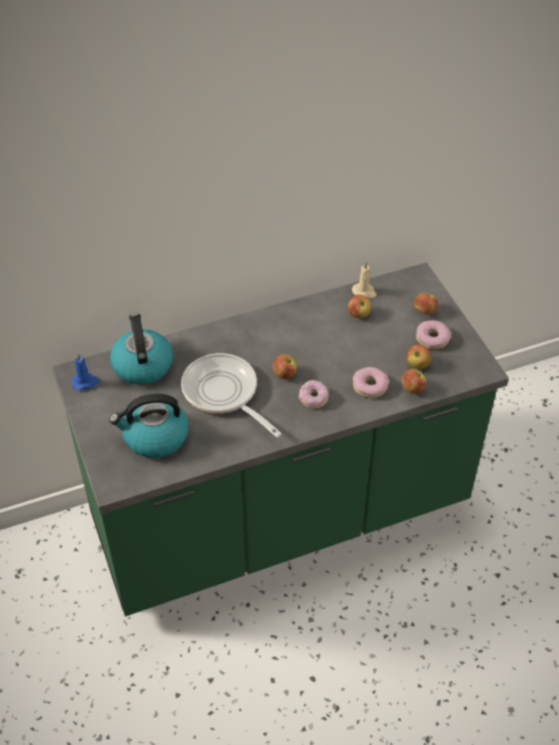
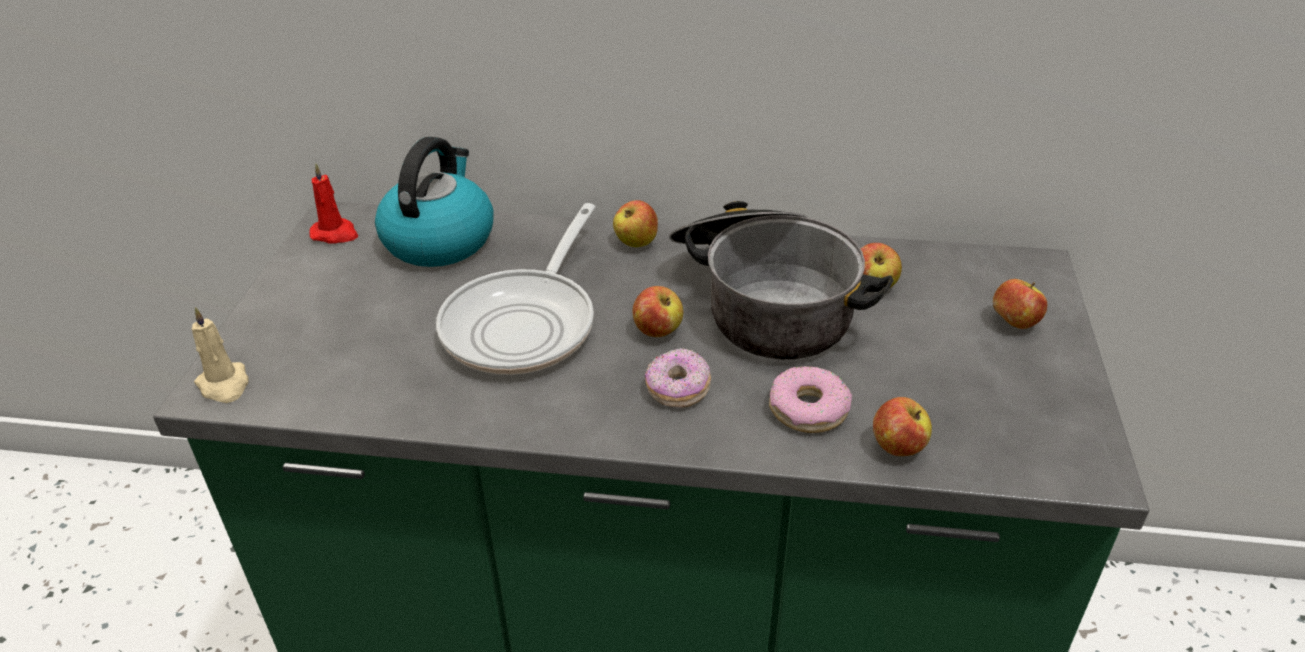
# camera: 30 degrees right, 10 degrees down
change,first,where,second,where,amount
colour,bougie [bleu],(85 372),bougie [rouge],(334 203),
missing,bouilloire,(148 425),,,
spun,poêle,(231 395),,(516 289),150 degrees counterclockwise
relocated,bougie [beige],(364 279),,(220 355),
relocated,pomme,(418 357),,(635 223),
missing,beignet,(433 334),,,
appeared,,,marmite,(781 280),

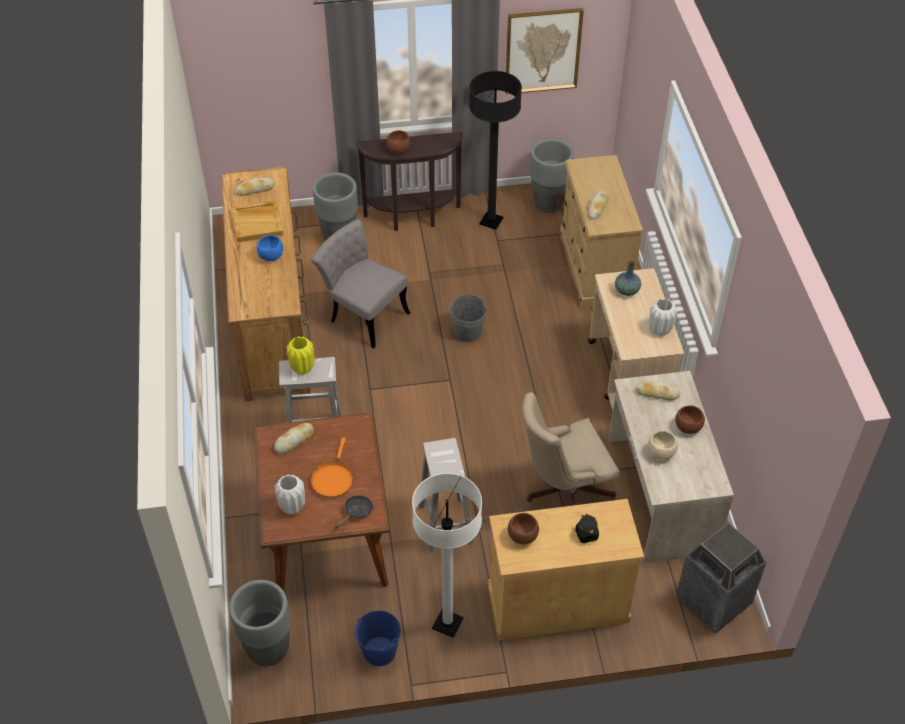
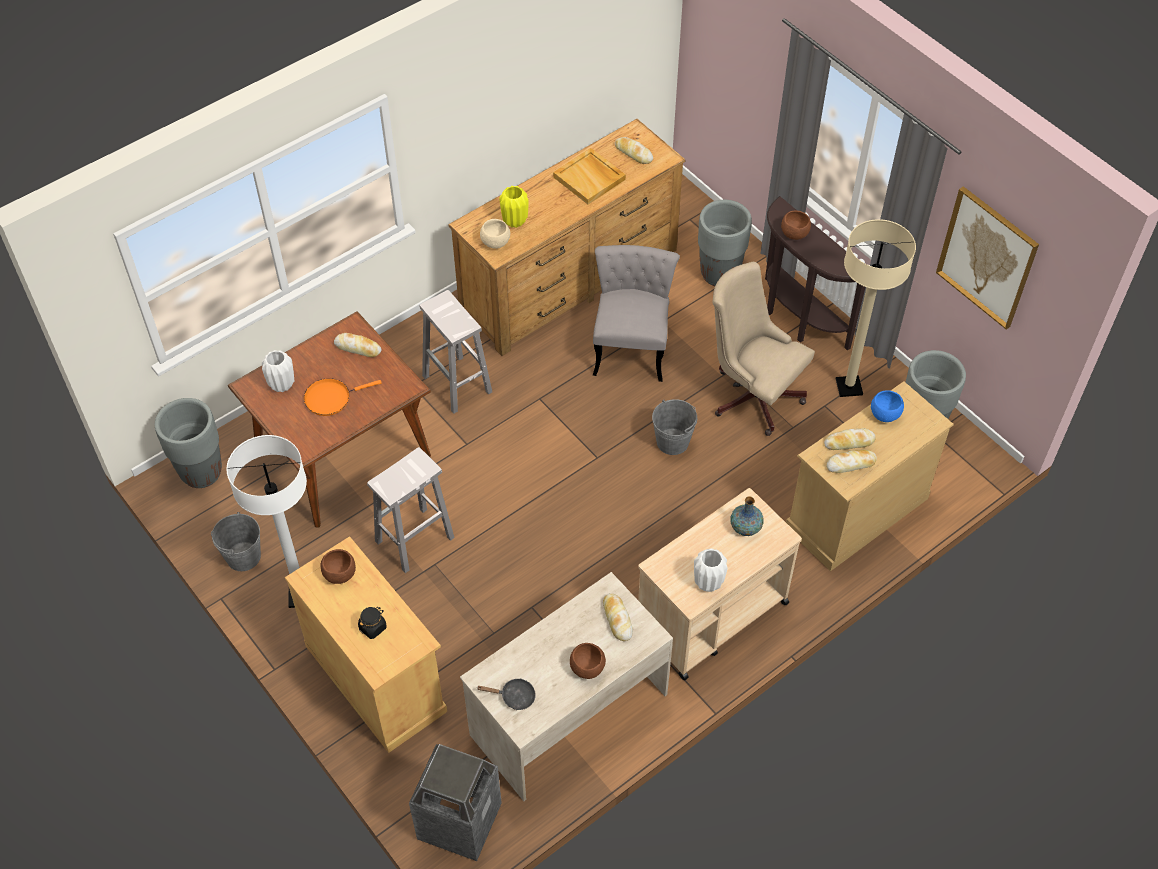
# camera: 60 degrees right, 5 degrees up
change,first,where,second,where,amount
relocated,bol [bleu],(270 248),,(887 406),
relocated,vase [jaune],(300 355),,(514 207),
relocated,poêle [noir],(354 511),,(506 694),
colour,seau [bleu],(378 638),seau [gris],(236 541),
colour,lampadaire [noir],(495 150),lampadaire [beige],(876 308),
relocated,chaise de bureau [beige],(571 449),,(763 349),
relocated,bol [beige],(663 445),,(495 234),
appeared,,,pain,(851 461),

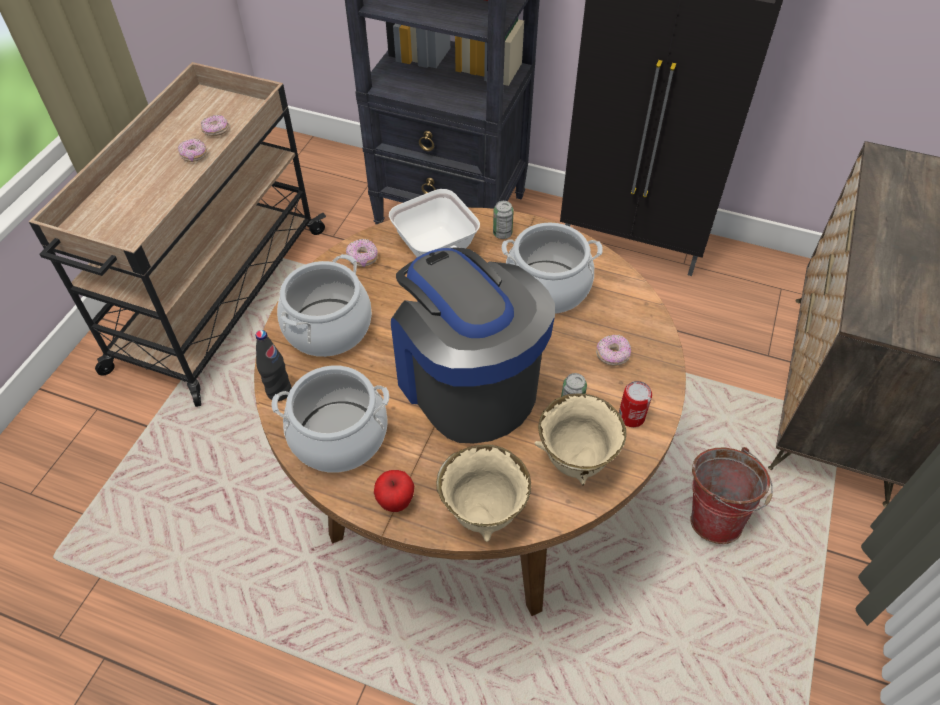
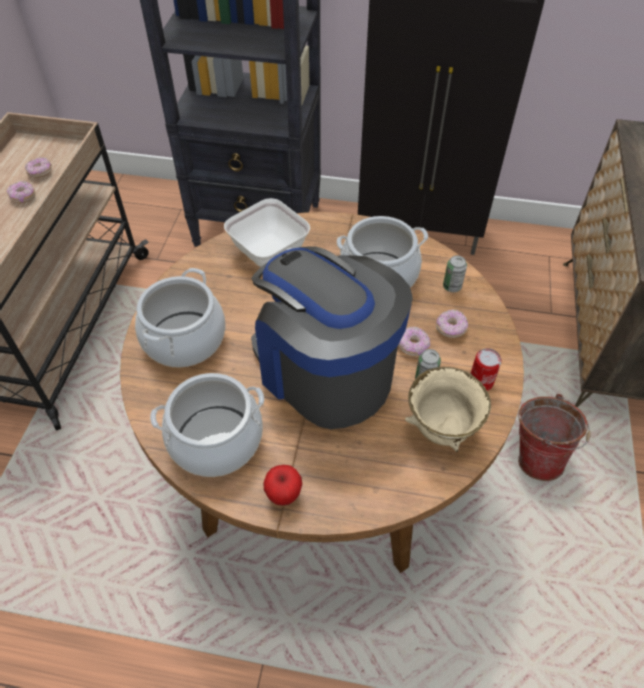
# camera: 10 degrees left, 0 degrees up
change,first,where,second,where,amount
missing,bouteille [noir],(274 365),,,
relocated,beignet,(362 253),,(414 341),
missing,bol [beige],(483 493),,,
relocated,boîte métallique,(503 220),,(455 274),

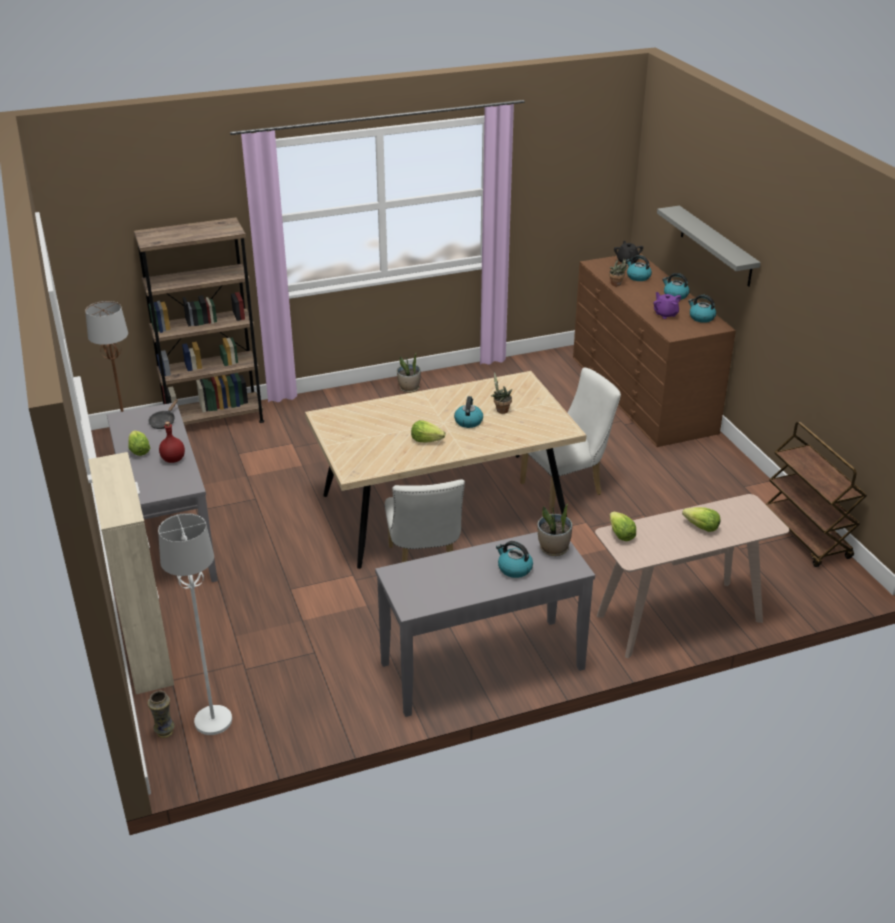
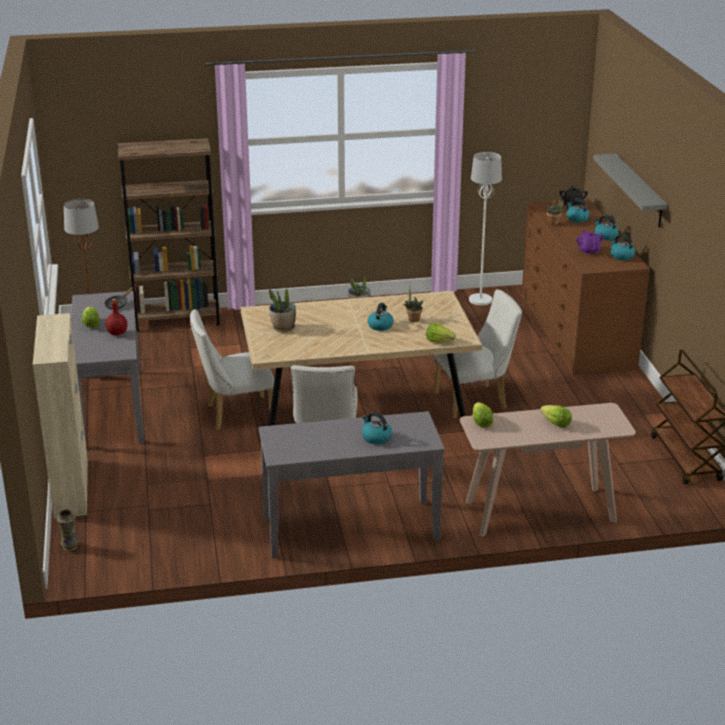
# camera: 10 degrees right, 5 degrees down
change,first,where,second,where,amount
relocated,lampadaire [blanc],(195 624),,(485 228),
relocated,laitue,(428 431),,(441 333),
relocated,plante en pot,(554 530),,(282 310),
appeared,,,chaise [blanc],(232 369),

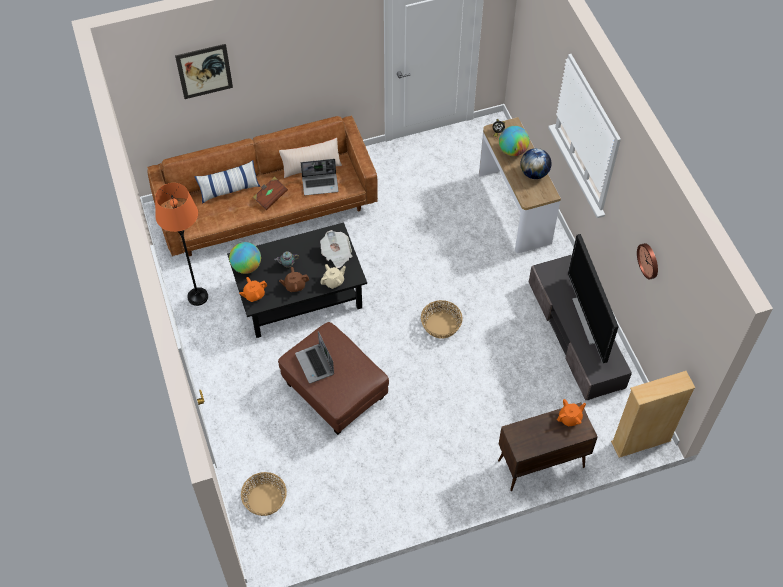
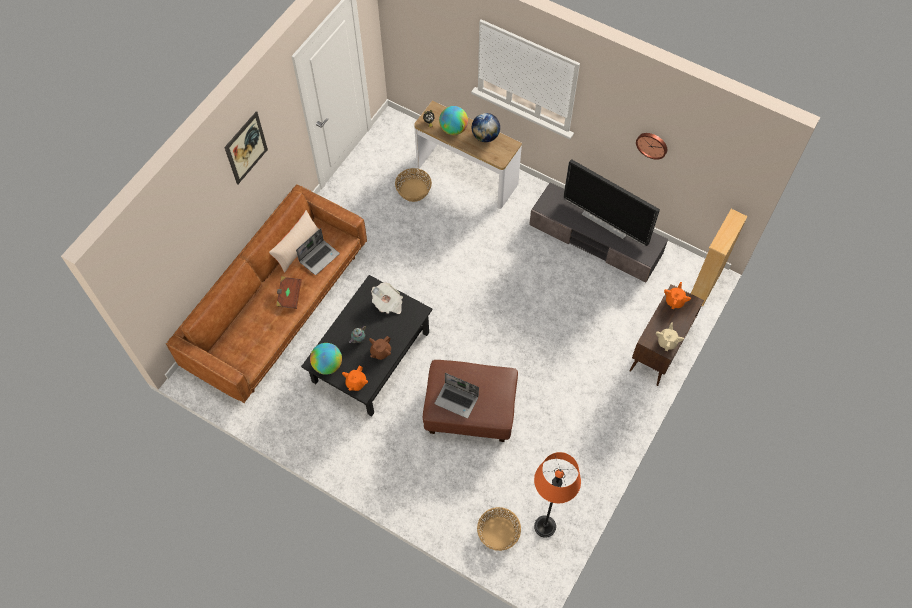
# camera: 40 degrees left, 5 degrees up
change,first,where,second,where,amount
relocated,lampadaire [orange],(181 244),,(557 495),
relocated,tableau,(204 71),,(246 148),
missing,coussin,(227 182),,,
relocated,théière [beige],(333 276),,(670 336),
relocated,panier,(442 319),,(413 185),

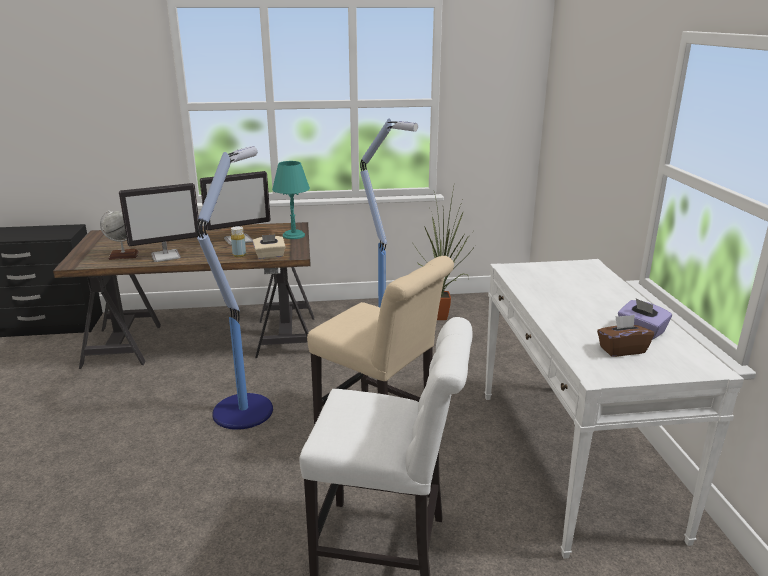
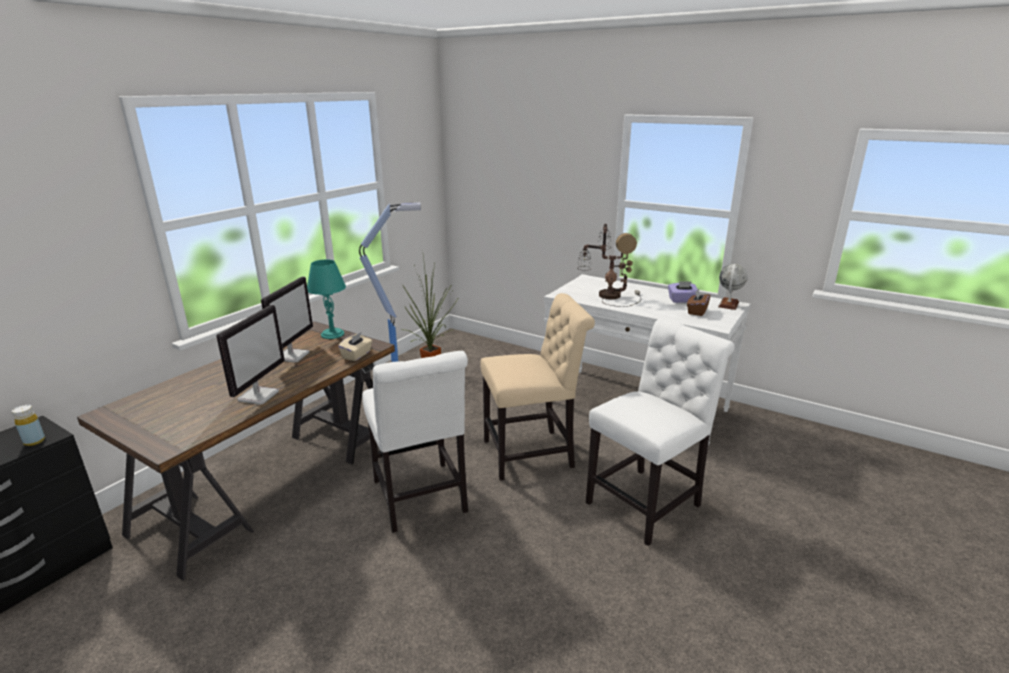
# camera: 50 degrees left, 0 degrees up
change,first,where,second,where,amount
relocated,globe,(119 235),,(733 287),
exchanged,lampadaire,(235 288),chaise [blanc],(415 442),
relocated,bouteille [jaune],(238 241),,(28 425),
appeared,,,lampe de table,(609 265),

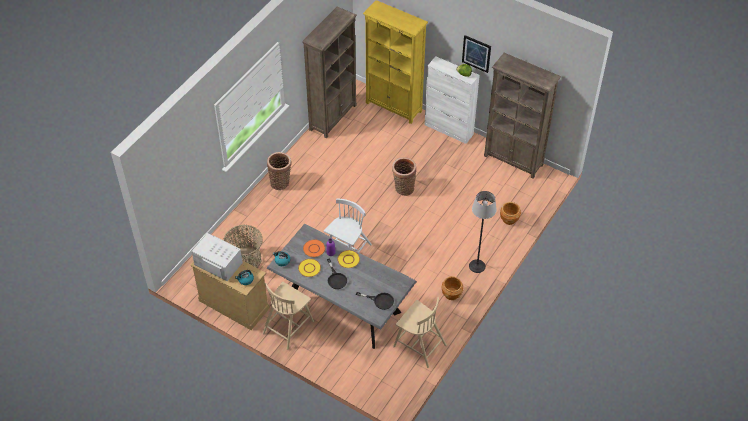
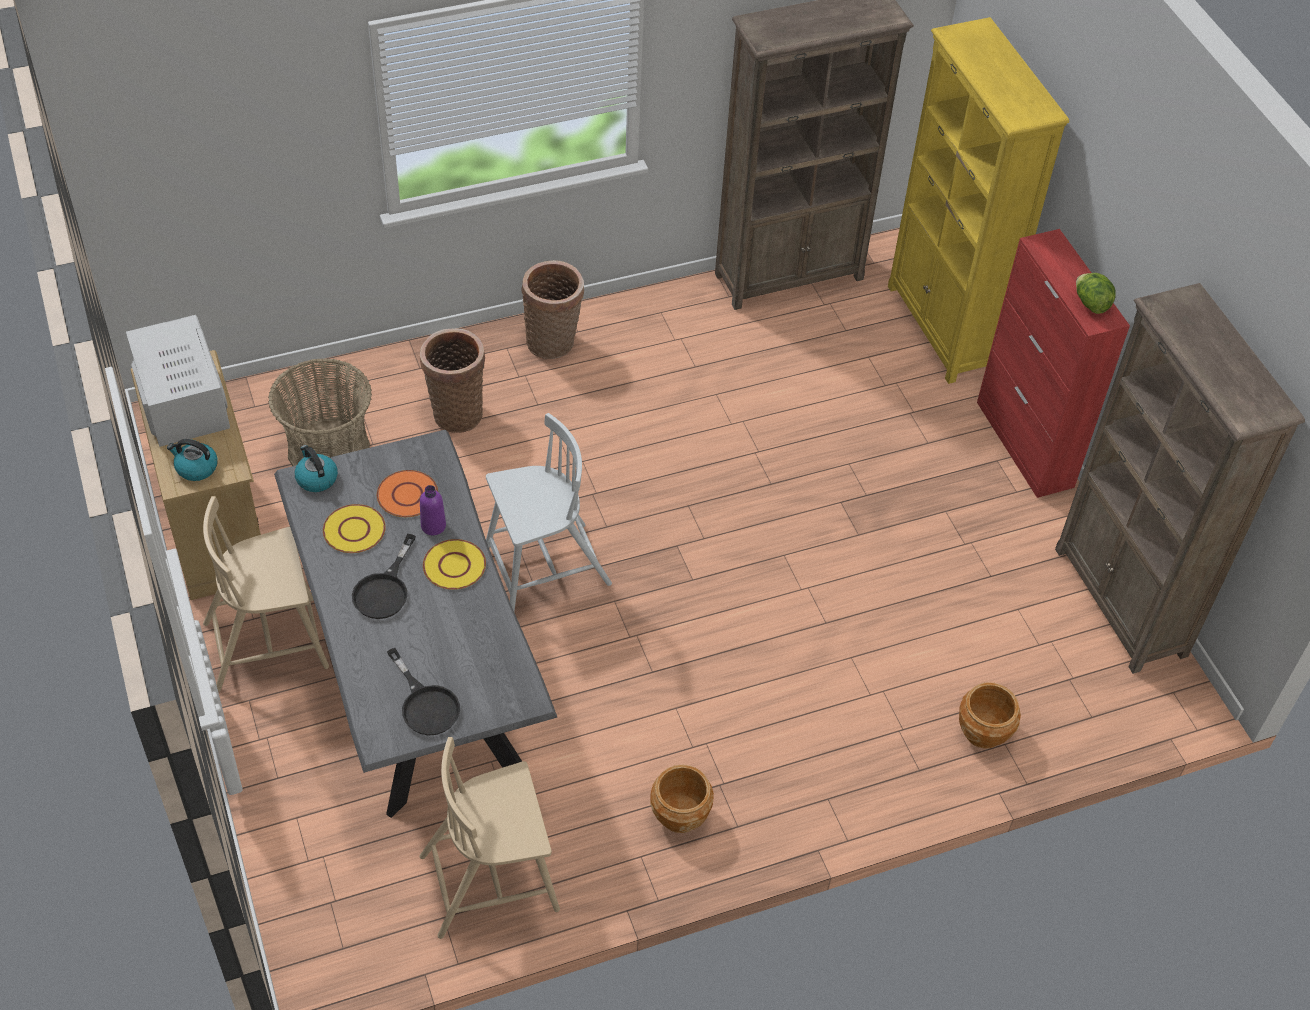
# camera: 35 degrees right, 0 degrees up
change,first,where,second,where,amount
relocated,panier,(404 176),,(452 380),
spun,chaise [beige],(420 332),,(490 838),90 degrees clockwise
colour,meuble de rangement [blanc],(452 100),meuble de rangement [rouge],(1053 363),
missing,tableau,(476 54),,,
missing,lampadaire,(483 232),,,

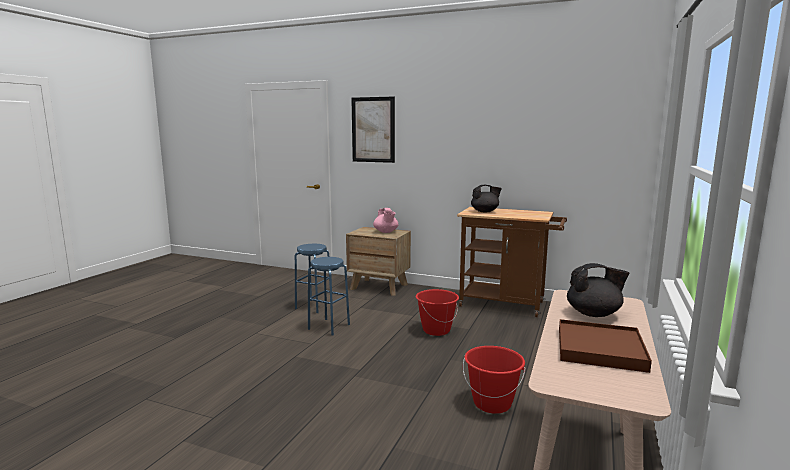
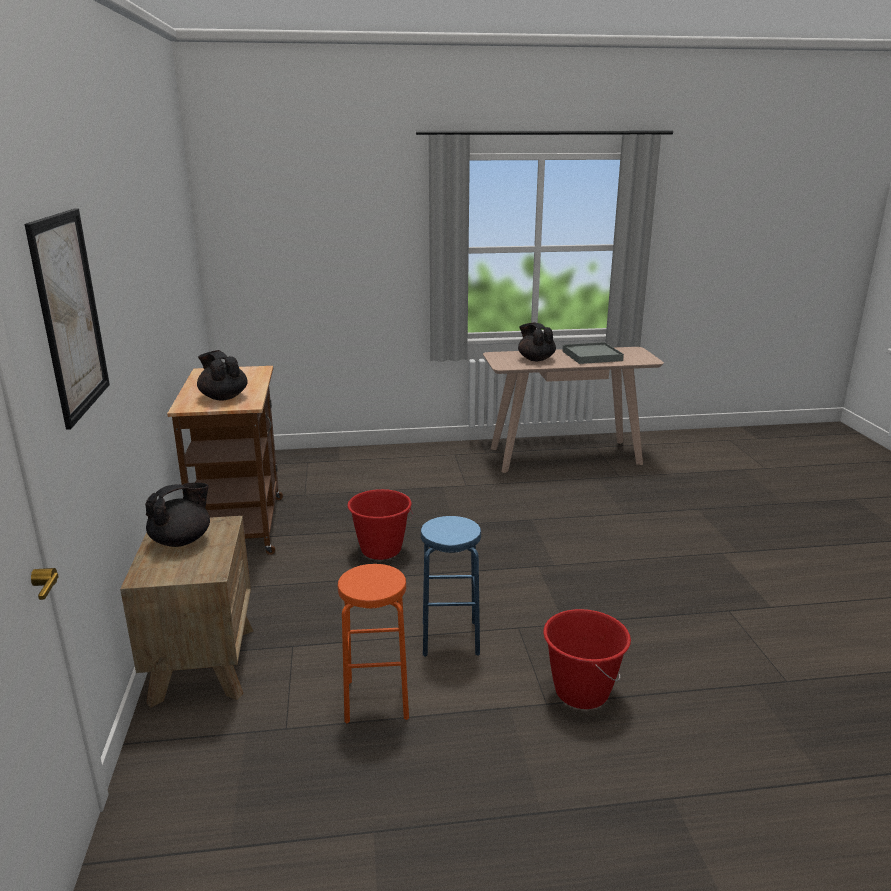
# camera: 120 degrees left, 10 degrees up
change,first,where,second,where,amount
colour,tabouret [bleu],(314 278),tabouret [orange],(373 643),
colour,théière [rose],(385 220),théière [noir],(177 514),
relocated,seau [rouge],(494 380),,(587 659),
colour,plateau [marron],(605 346),plateau [gris],(593 353),

